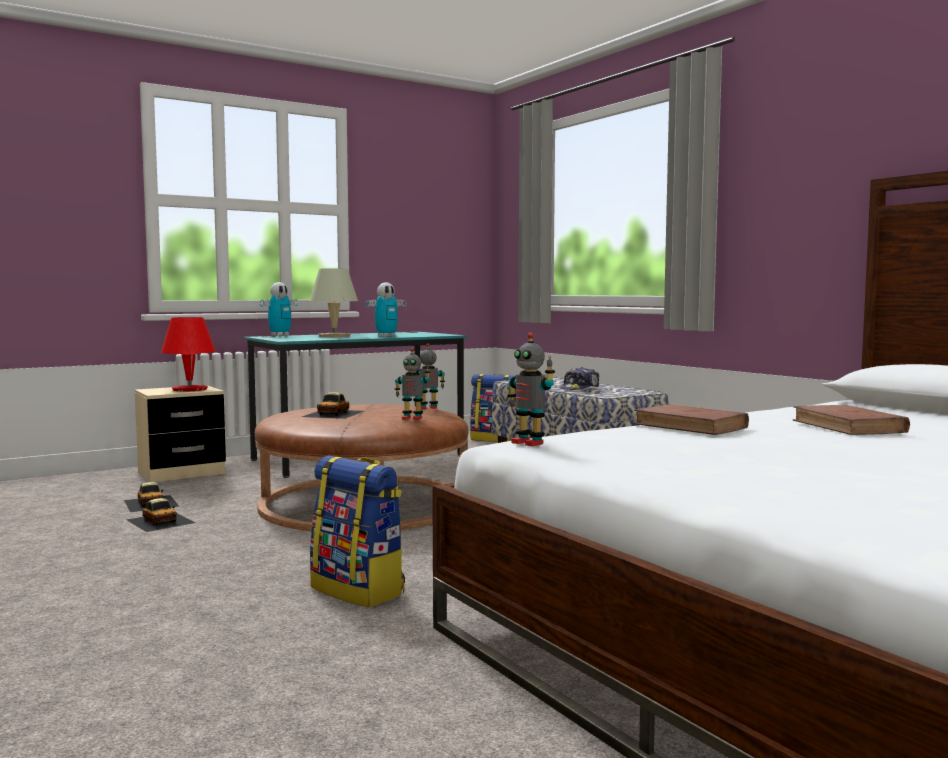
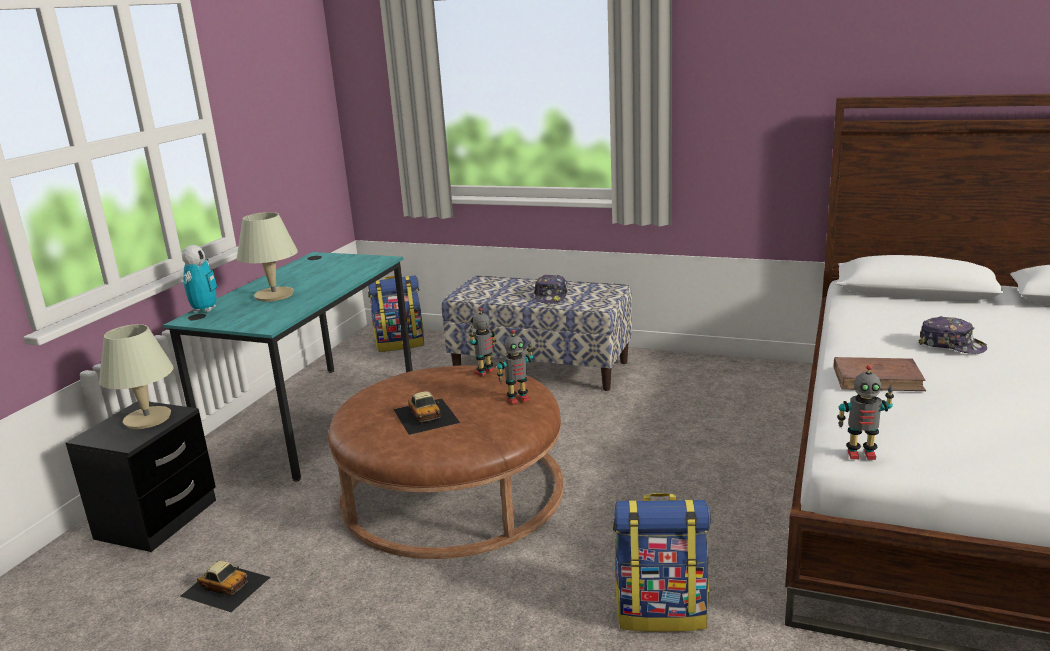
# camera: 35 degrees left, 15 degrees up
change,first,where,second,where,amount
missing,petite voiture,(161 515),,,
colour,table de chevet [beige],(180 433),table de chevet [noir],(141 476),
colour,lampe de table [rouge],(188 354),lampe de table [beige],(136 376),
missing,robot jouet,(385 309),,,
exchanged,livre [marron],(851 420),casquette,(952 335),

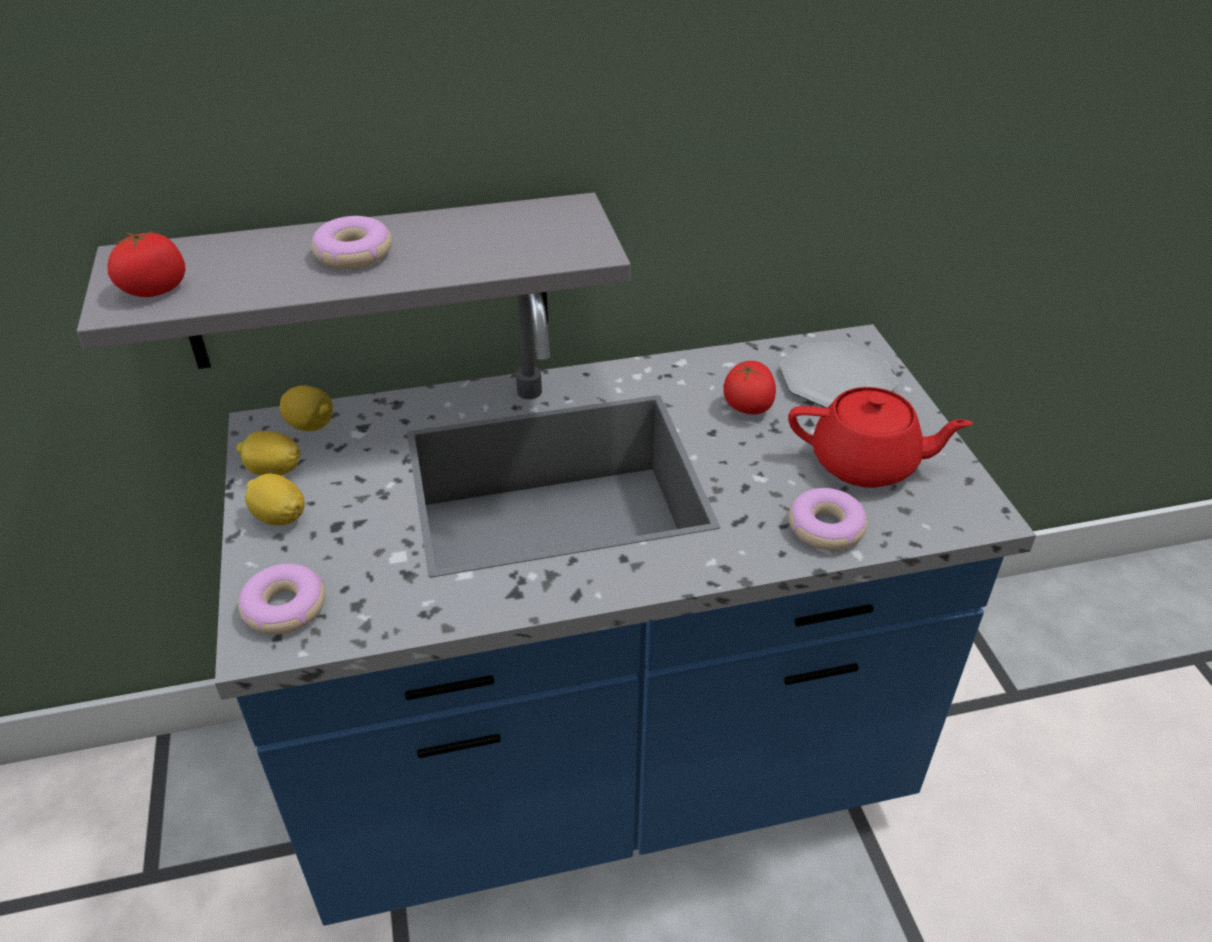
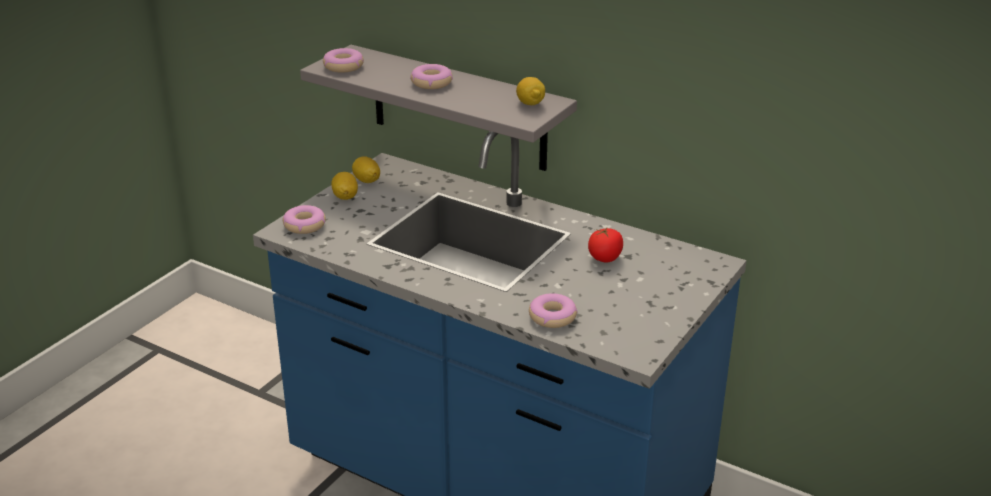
# camera: 45 degrees right, 10 degrees down
change,first,where,second,where,amount
exchanged,tomate,(147 264),beignet,(343 60),
relocated,citron,(306 408),,(530 91),
missing,assiette,(838 374),,,
missing,théière [rouge],(880 437),,,

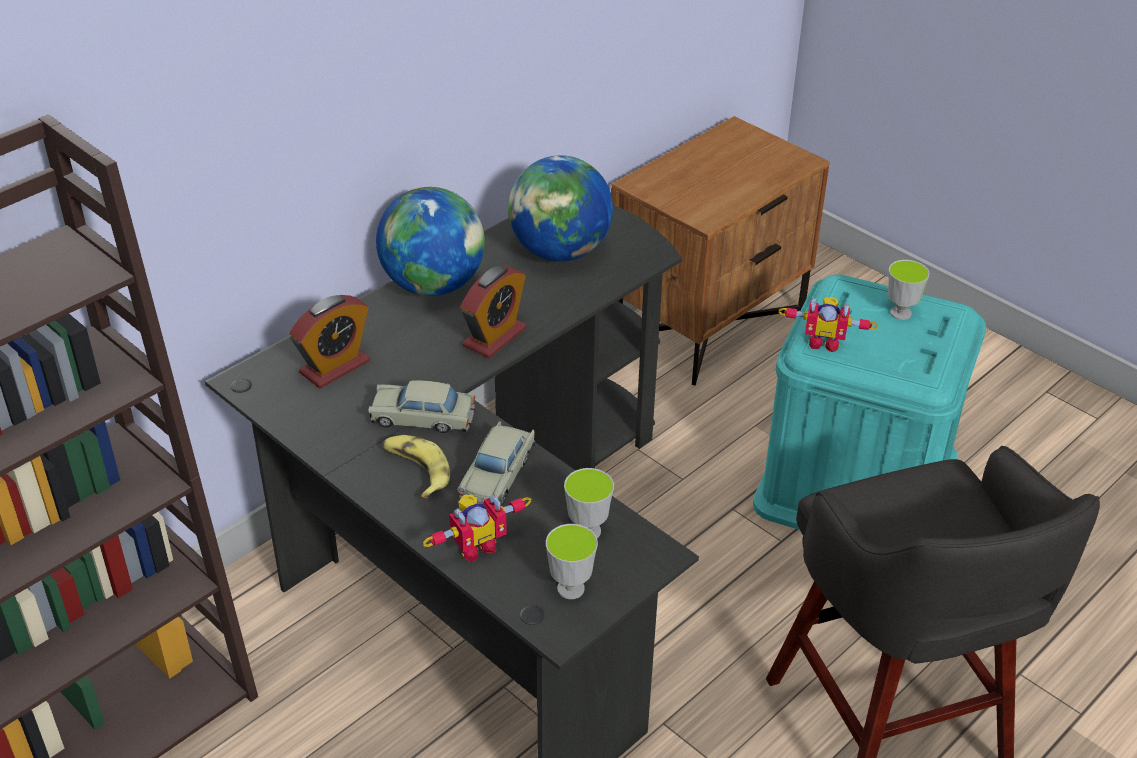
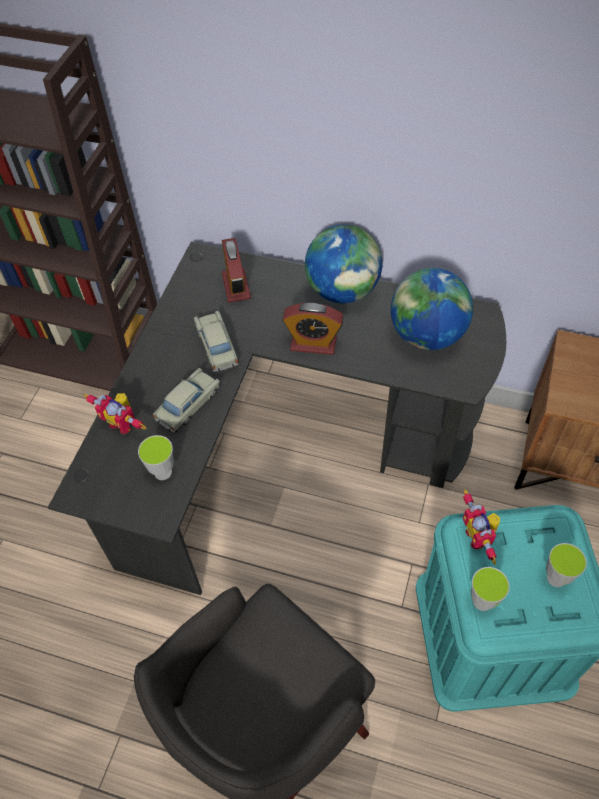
# camera: 65 degrees right, 15 degrees up
change,first,where,second,where,amount
spun,réveil,(329 342),,(236 270),120 degrees counterclockwise
missing,banane,(416 466),,,
spun,petite voiture [beige],(496 463),,(186 400),135 degrees clockwise
relocated,tasse,(572 561),,(490 589),

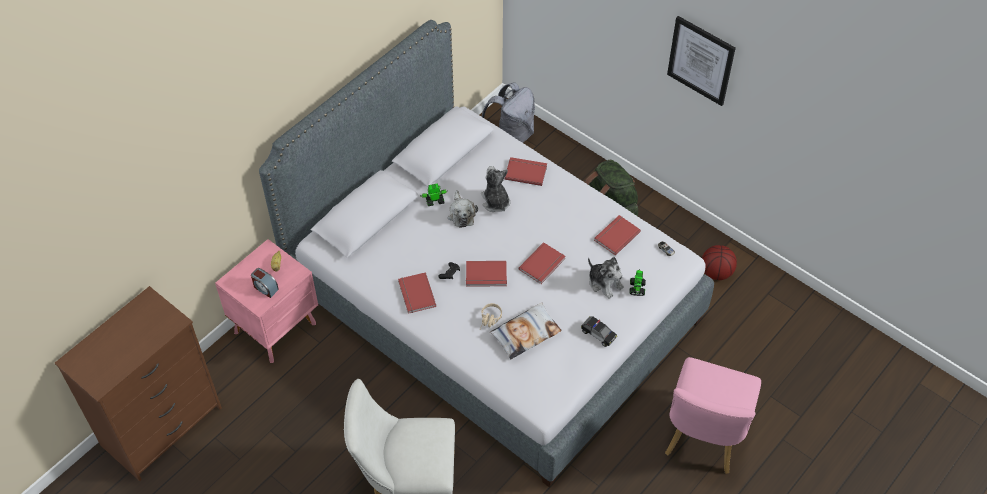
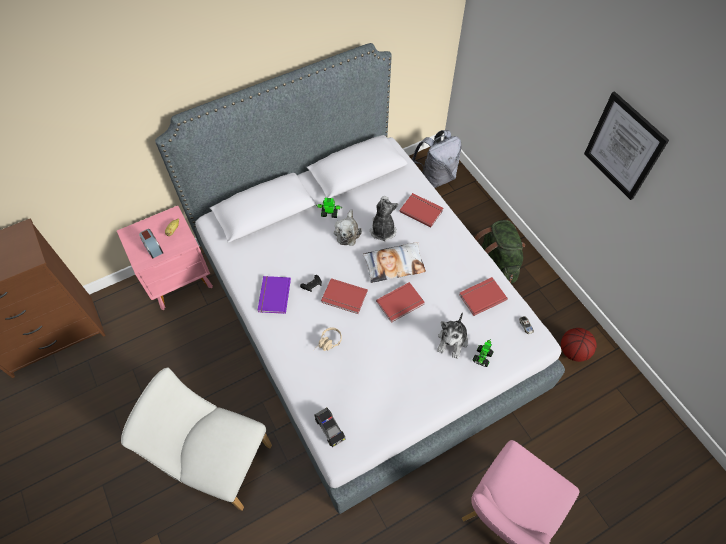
# camera: 20 degrees right, 5 degrees up
change,first,where,second,where,amount
colour,livre [rouge],(417 293),livre [violet],(274 295),
relocated,coussin,(525 331),,(394 263),
relocated,petite voiture,(599 331),,(330 427),
spun,peluche,(606 278),,(452 335),45 degrees clockwise

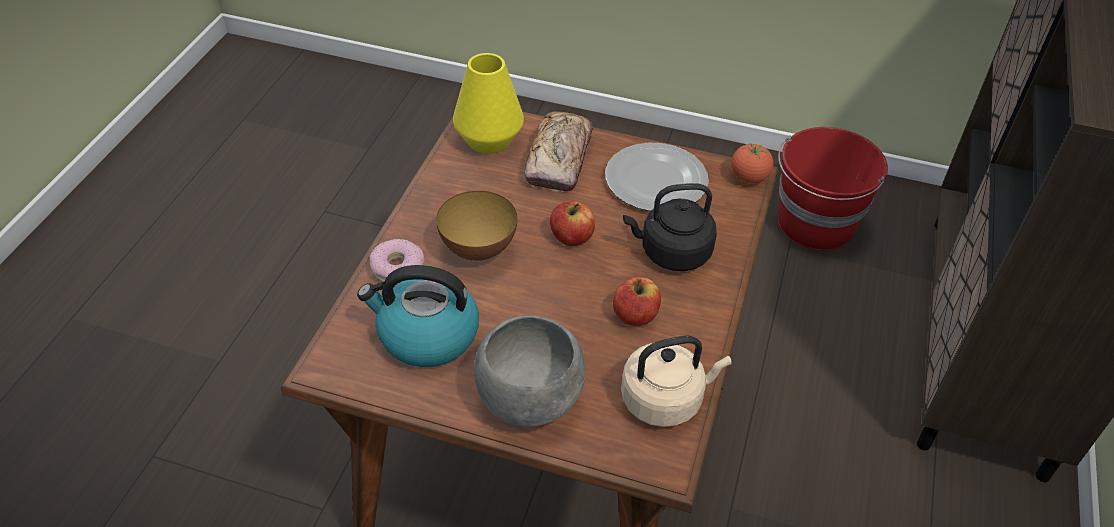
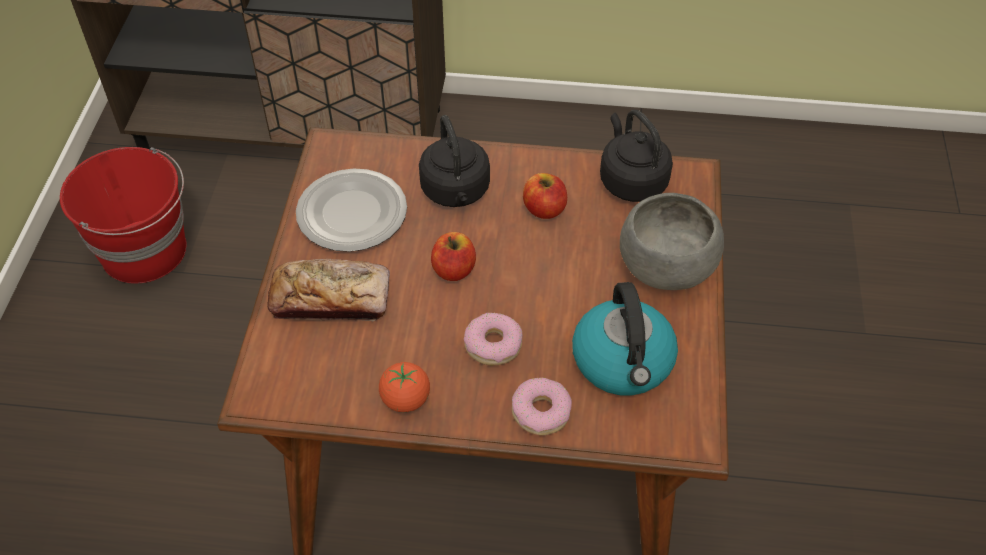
# camera: 100 degrees left, 5 degrees up
change,first,where,second,where,amount
exchanged,bol,(476 226),beignet,(493 339),
missing,vase [jaune],(488 103),,,
colour,bouilloire [beige],(676 381),bouilloire [noir],(636 156),
relocated,tomate,(752 163),,(404 387),

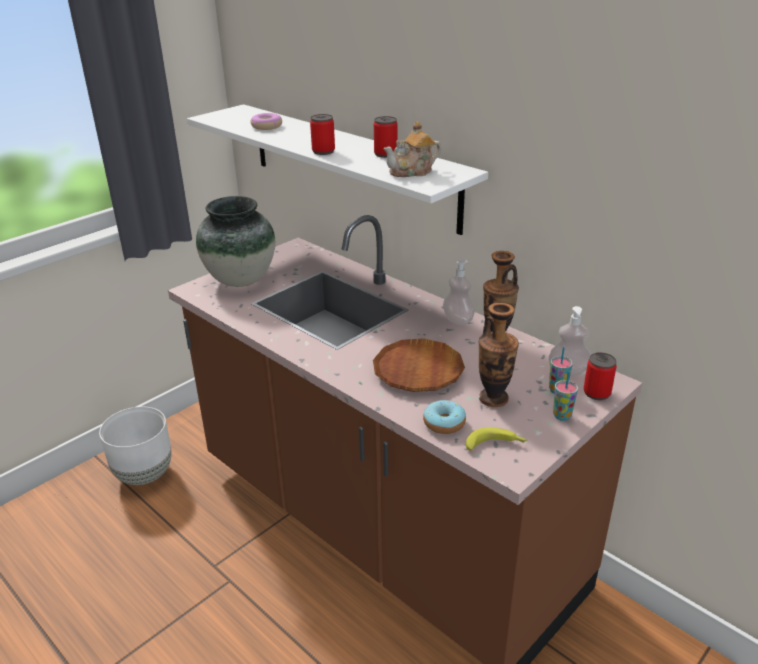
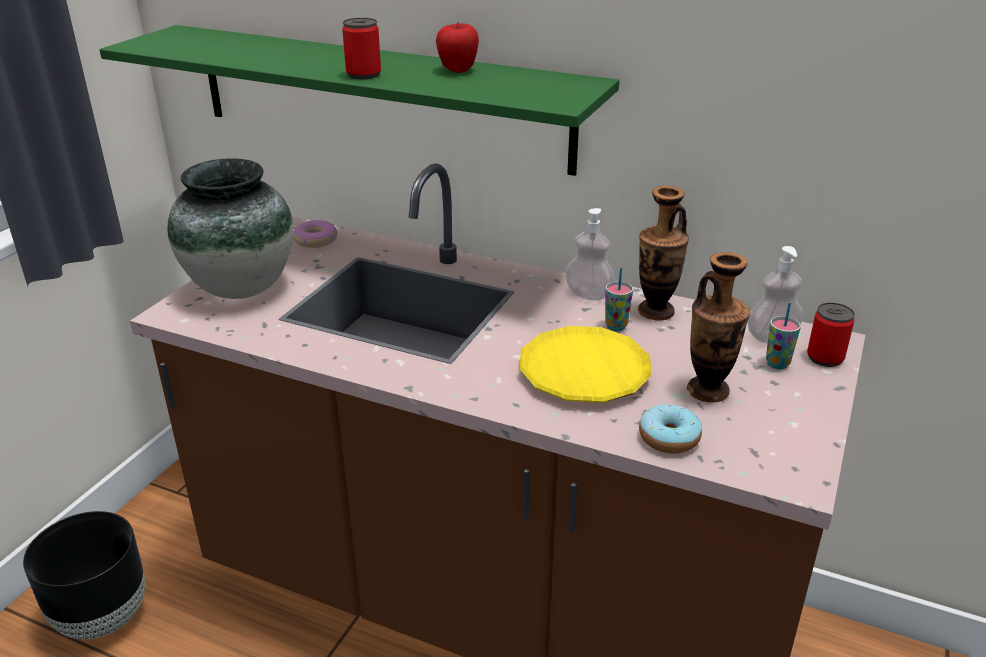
# camera: 20 degrees left, 0 degrees up
change,first,where,second,where,amount
colour,cache-pot [blanc],(135 446),cache-pot [noir],(84 575),
colour,étagère [blanc],(337 169),étagère [vert],(359 100),
relocated,beignet,(266 121),,(315 234),
colour,assiette [marron],(419 365),assiette [jaune],(585 364),
exchanged,boîte métallique,(385 137),pomme,(457 47),
missing,théière,(412 149),,,
missing,banane,(496 439),,,
relocated,tasse,(565 396),,(619 299),

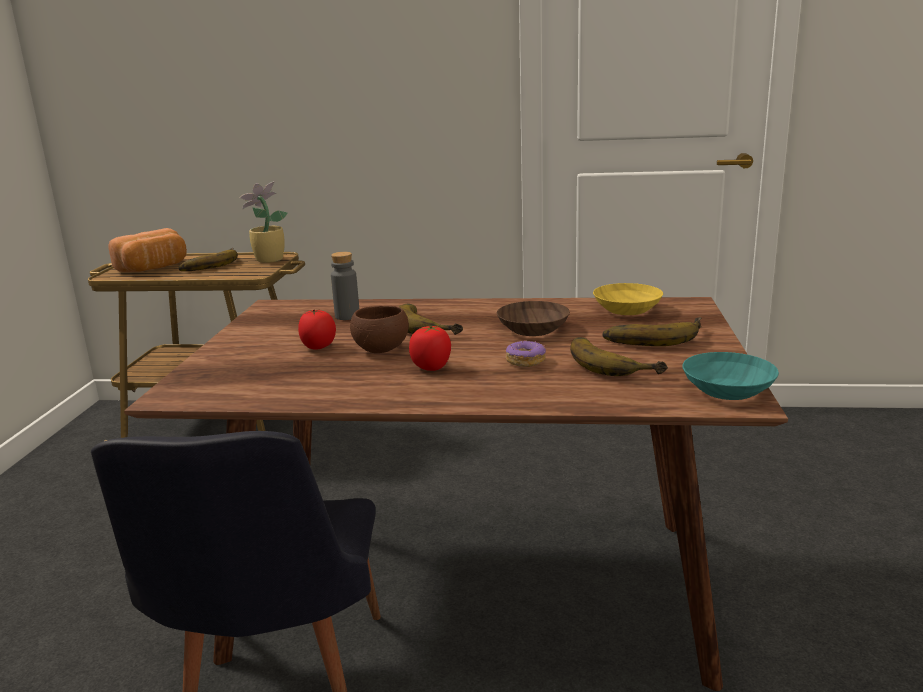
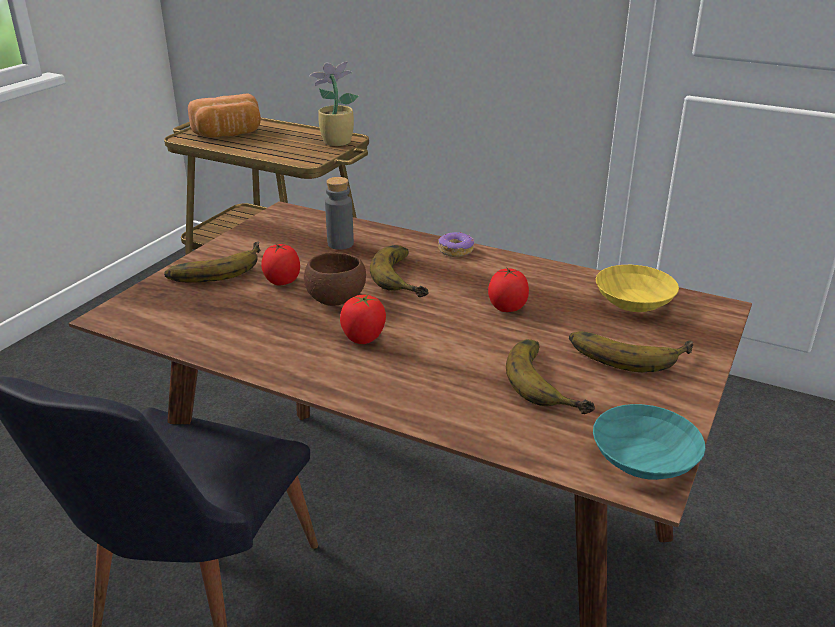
# camera: 20 degrees right, 10 degrees up
change,first,where,second,where,amount
relocated,banane,(208 259),,(212 262),
exchanged,bol [marron],(533 318),tomate,(508 289),
relocated,beignet,(525 353),,(456 244),

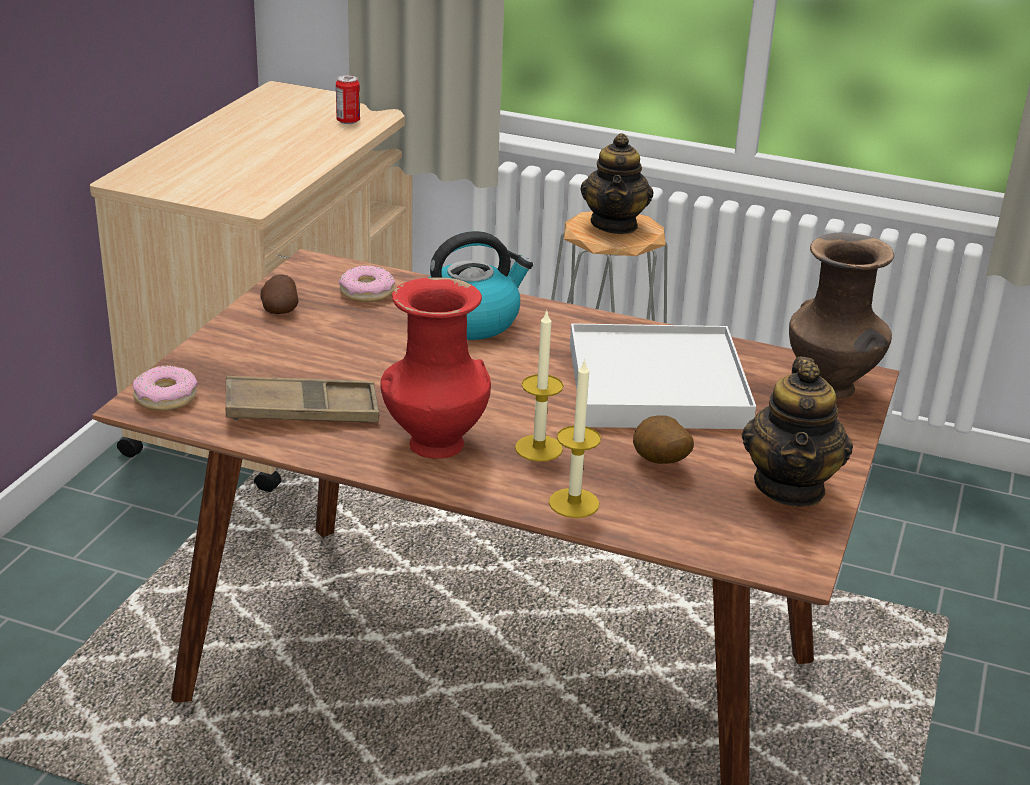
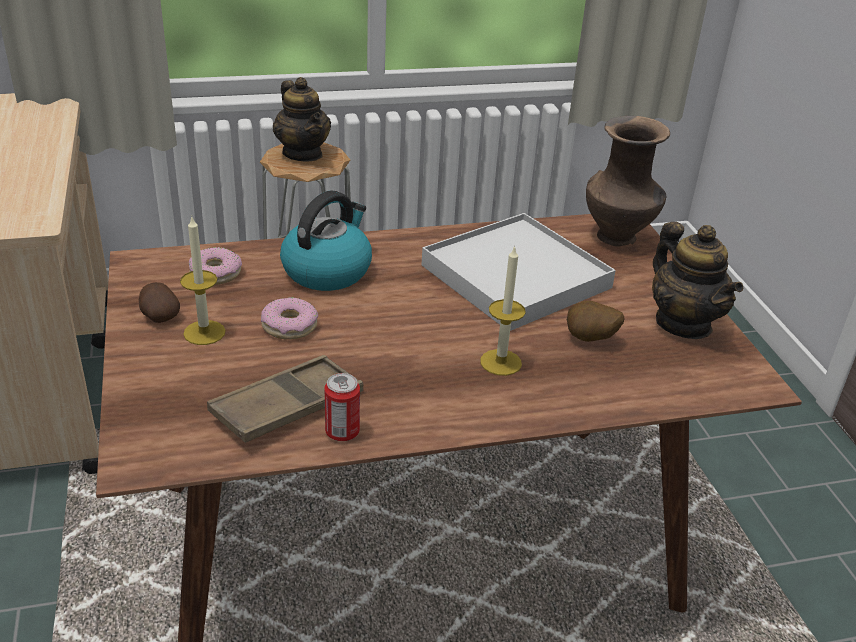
# camera: 35 degrees left, 5 degrees up
change,first,where,second,where,amount
relocated,beignet,(165 388),,(289 318),
relocated,boîte métallique,(348 99),,(342 407),
missing,vase [rouge],(435 368),,,
relocated,bougie,(575 438),,(203 281),

